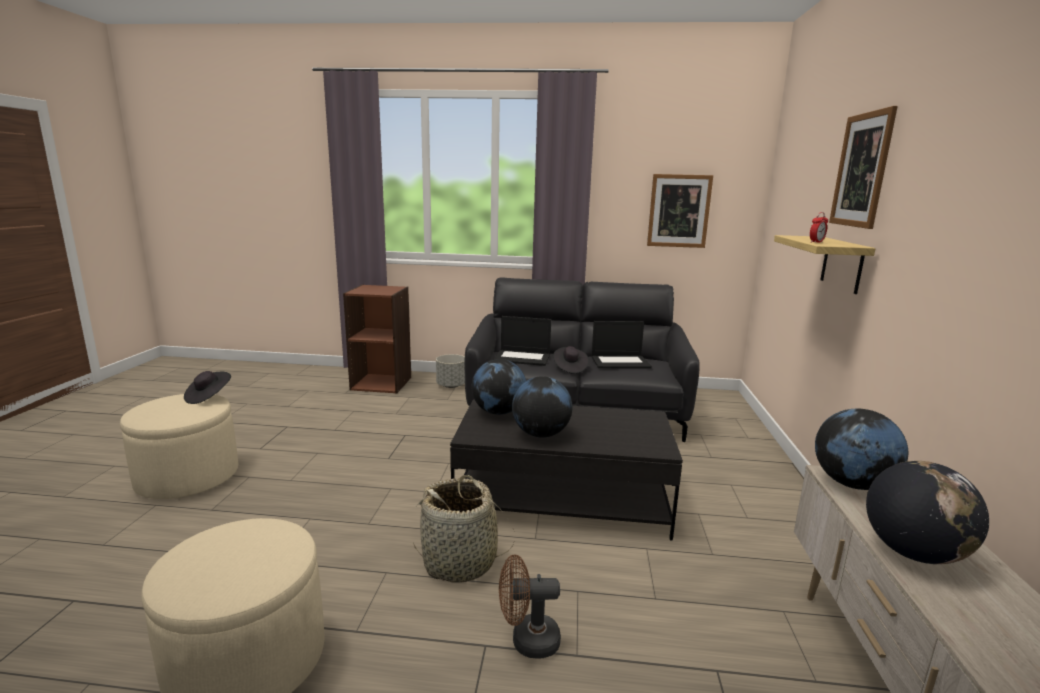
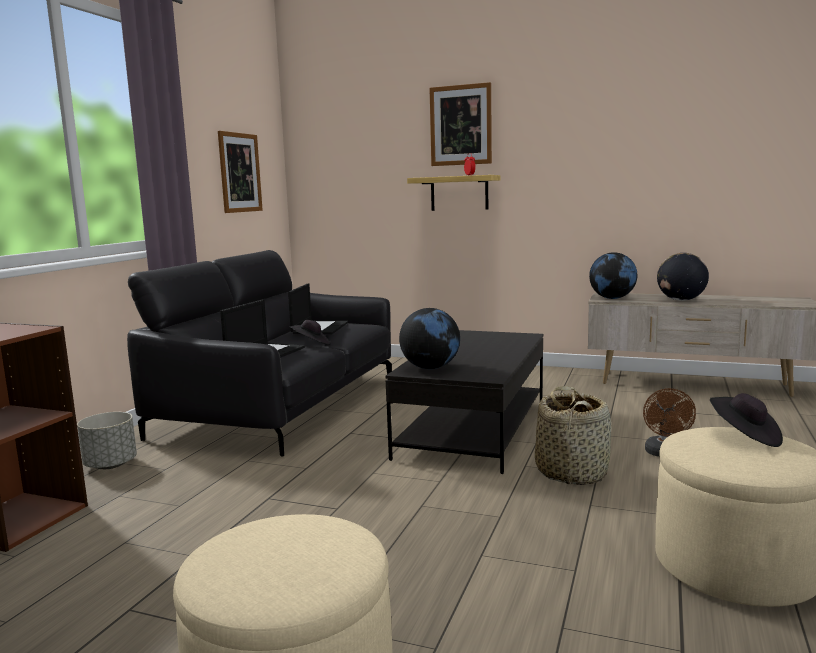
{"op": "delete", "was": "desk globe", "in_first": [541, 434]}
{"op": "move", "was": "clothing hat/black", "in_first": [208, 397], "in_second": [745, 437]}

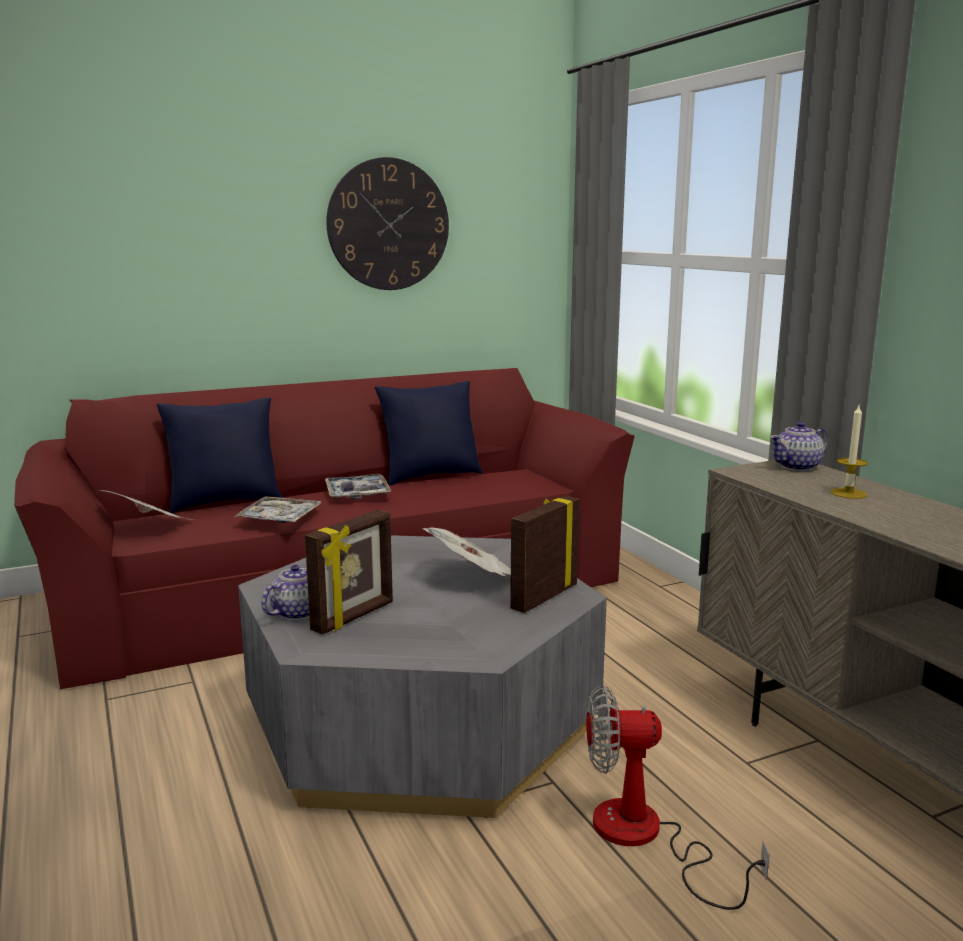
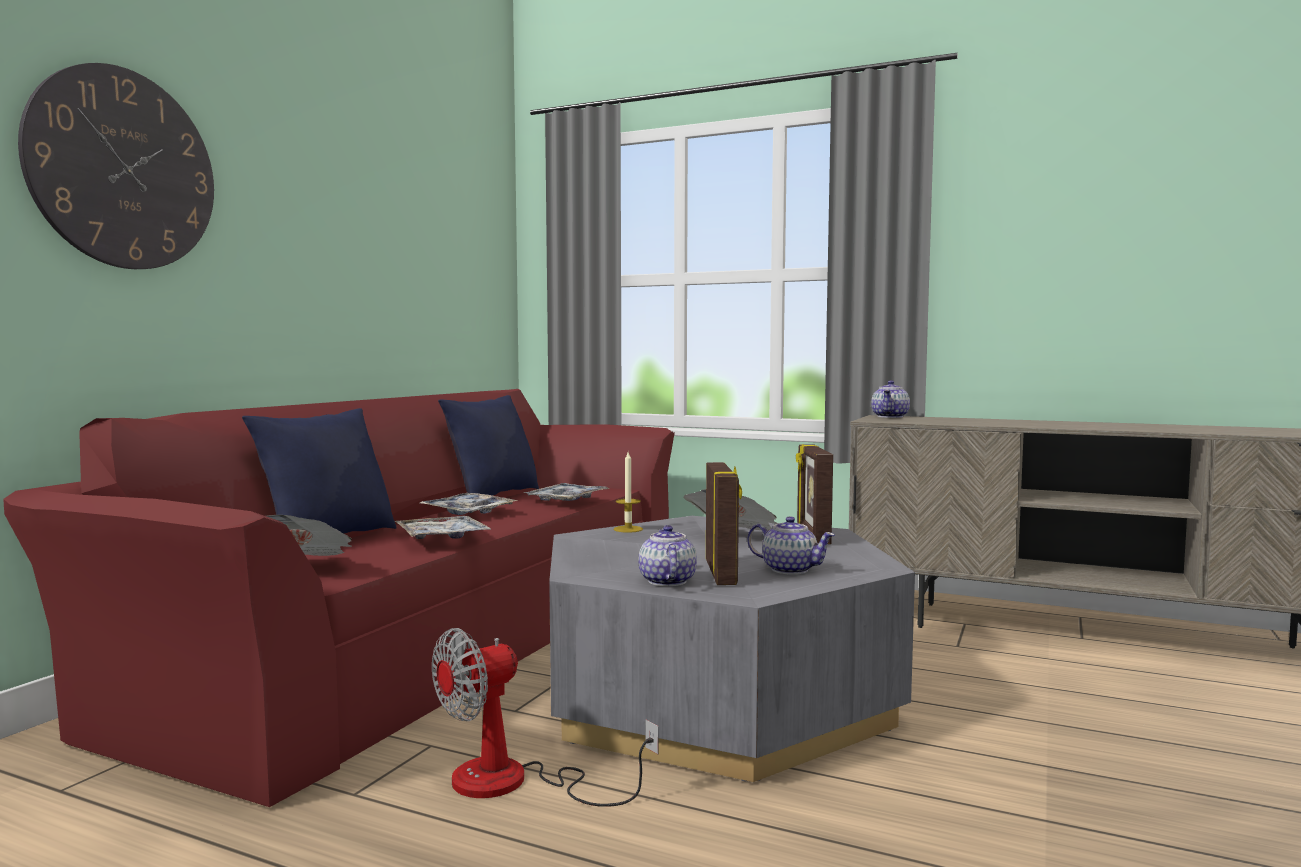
{"op": "insert", "now": "serving tray", "in_second": [566, 499]}
{"op": "insert", "now": "pot for tea", "in_second": [789, 569]}
{"op": "move", "was": "hanging clock", "in_first": [388, 225], "in_second": [123, 169]}
{"op": "move", "was": "cooling fan", "in_first": [645, 838], "in_second": [515, 783]}
{"op": "move", "was": "wax candle", "in_first": [848, 493], "in_second": [628, 529]}

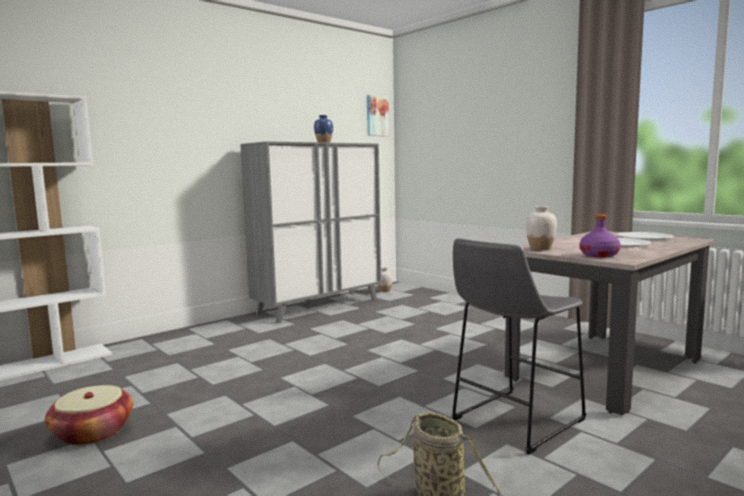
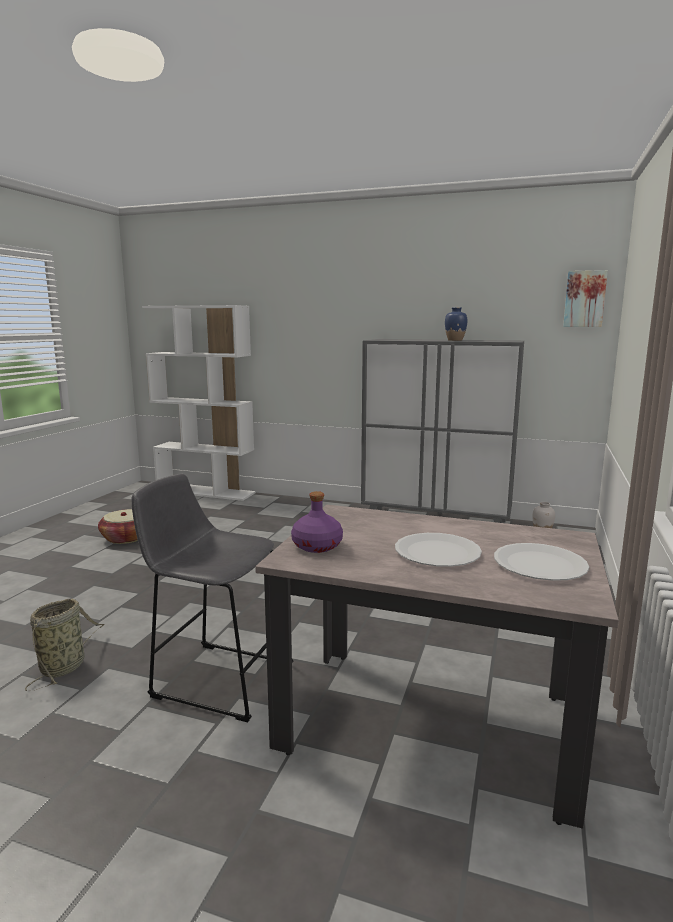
{"op": "delete", "was": "vase/white", "in_first": [540, 248]}

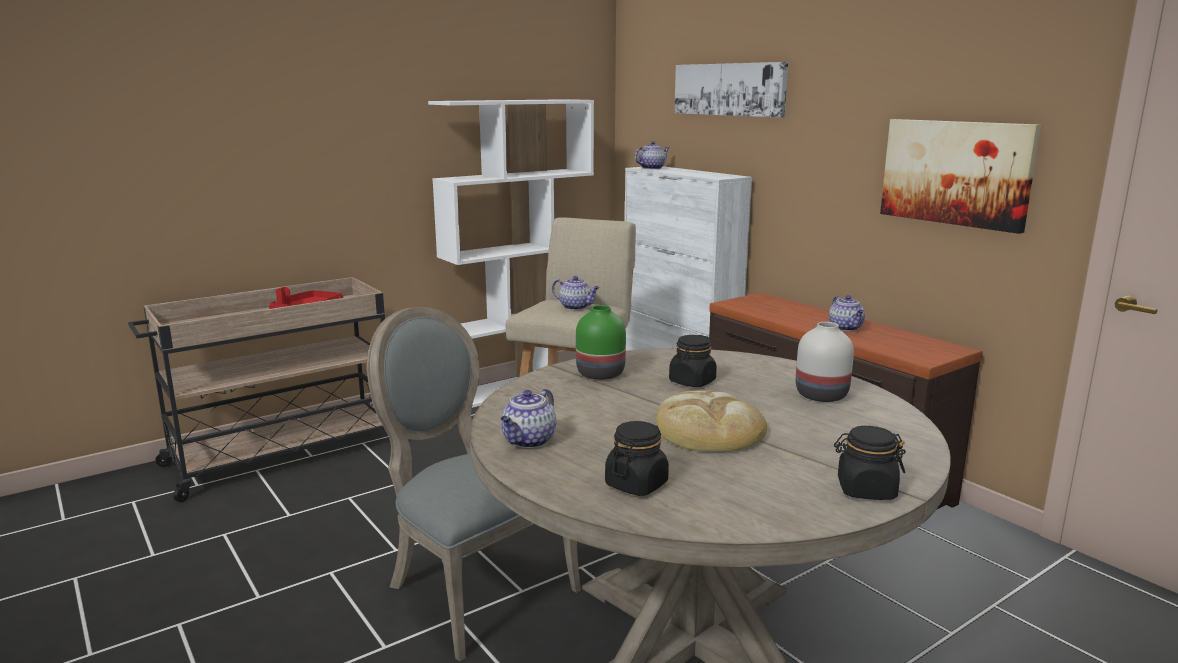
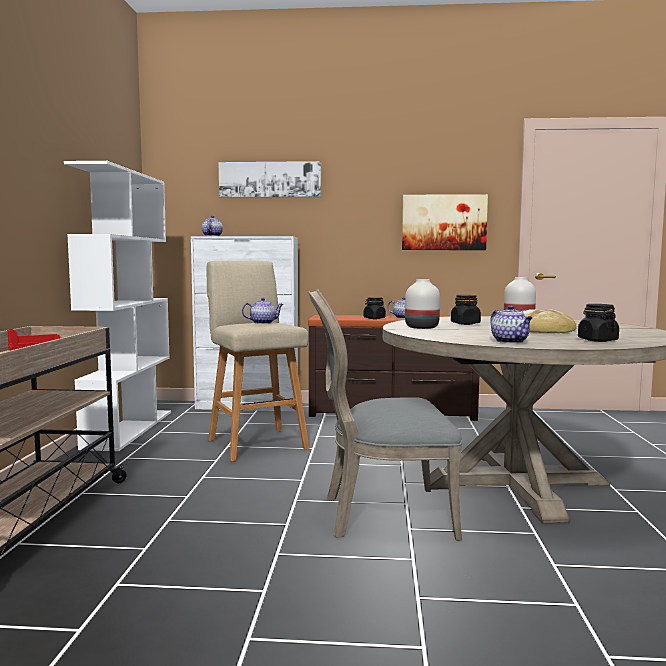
{"op": "move", "was": "jar/black", "in_first": [865, 490], "in_second": [374, 318]}
{"op": "recolor", "was": "vase/green", "now": "vase/white", "in_first": [601, 374], "in_second": [422, 327]}

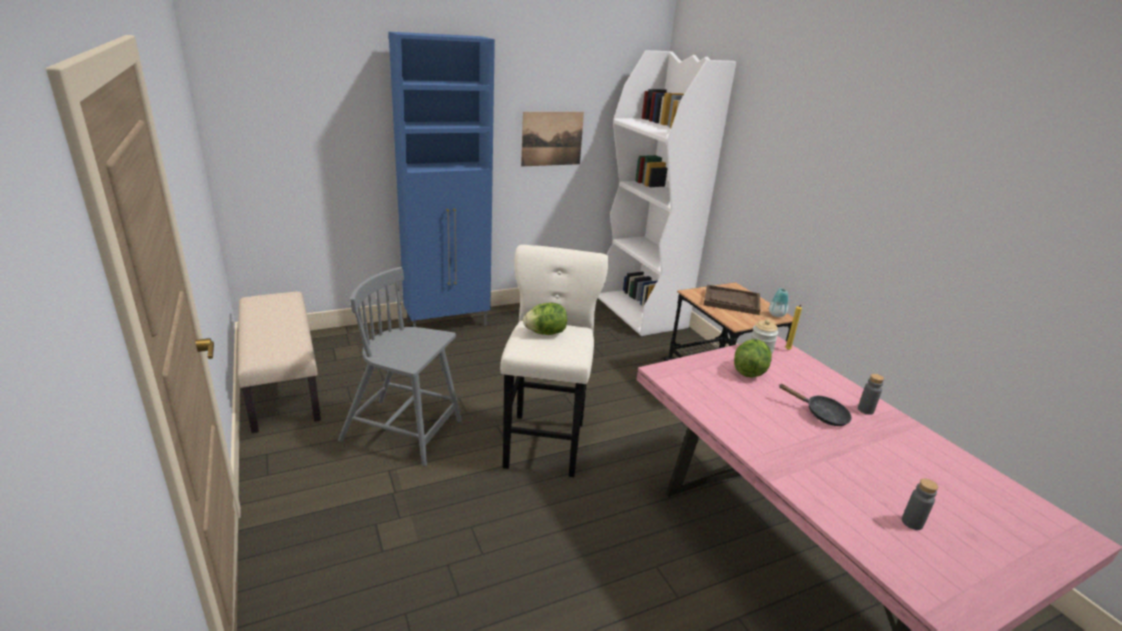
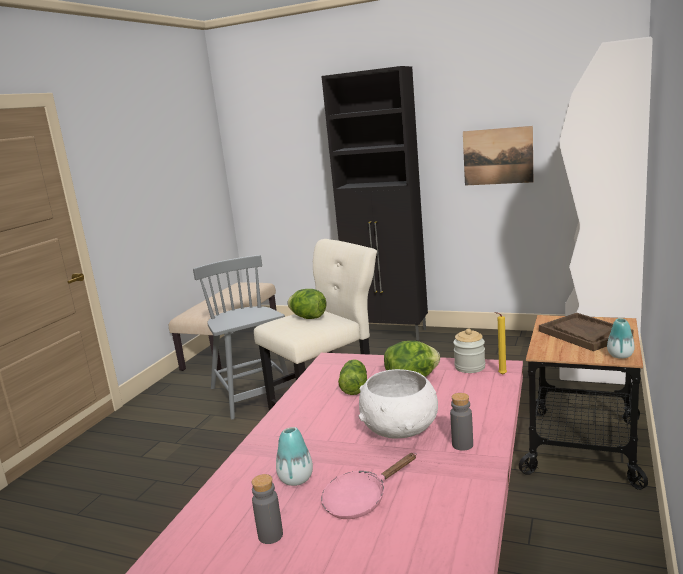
{"op": "insert", "now": "vase", "in_second": [296, 479]}
{"op": "insert", "now": "pan/pink-coloured", "in_second": [360, 500]}
{"op": "insert", "now": "lettuce head", "in_second": [354, 386]}
{"op": "replace", "was": "pan/black", "now": "serving bowl/white", "in_first": [821, 414], "in_second": [400, 431]}
{"op": "recolor", "was": "cabinet/bluish", "now": "cabinet/black", "in_first": [448, 323], "in_second": [389, 333]}

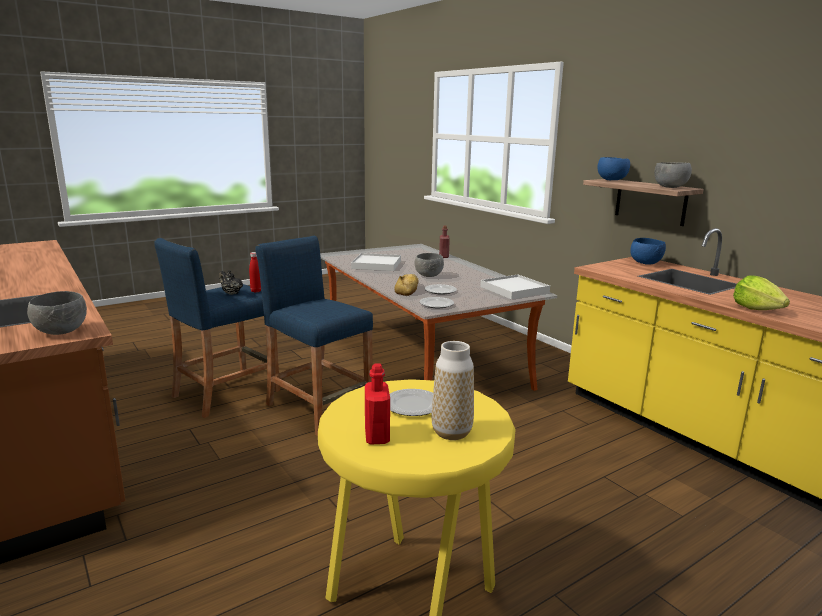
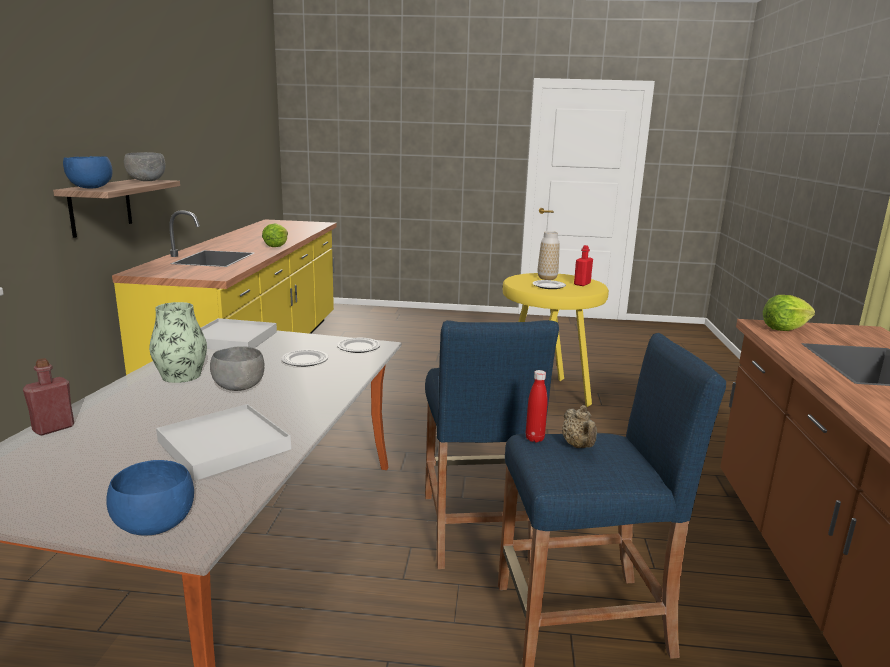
{"op": "delete", "was": "bakery bread", "in_first": [408, 289]}
{"op": "insert", "now": "vase", "in_second": [181, 376]}
{"op": "move", "was": "serving bowl/bluish", "in_first": [646, 263], "in_second": [154, 525]}
{"op": "replace", "was": "serving bowl/greyish", "now": "lettuce head", "in_first": [62, 332], "in_second": [784, 328]}
{"op": "recolor", "was": "pot for tea/black", "now": "pot for tea/beige-coloured", "in_first": [231, 293], "in_second": [579, 446]}

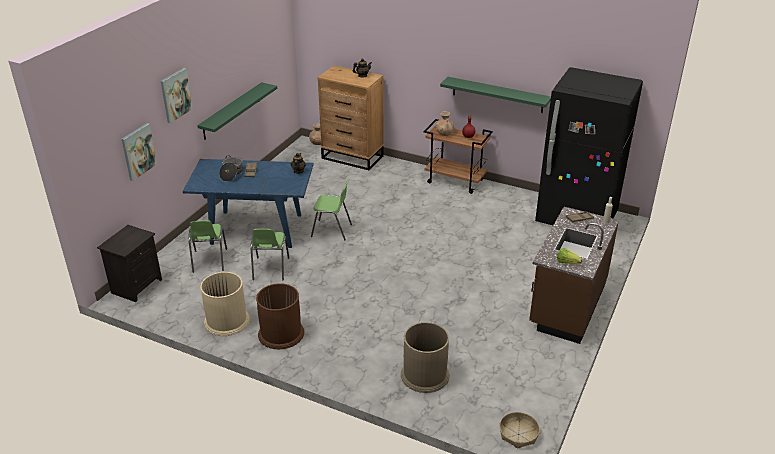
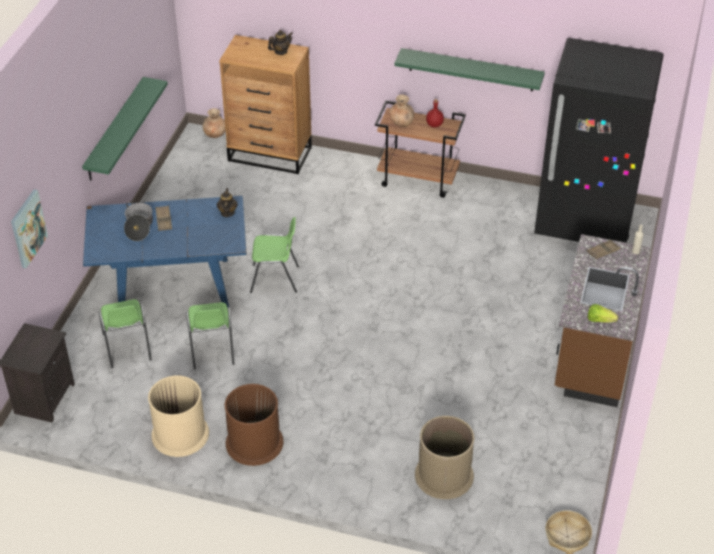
{"op": "delete", "was": "picture", "in_first": [175, 95]}

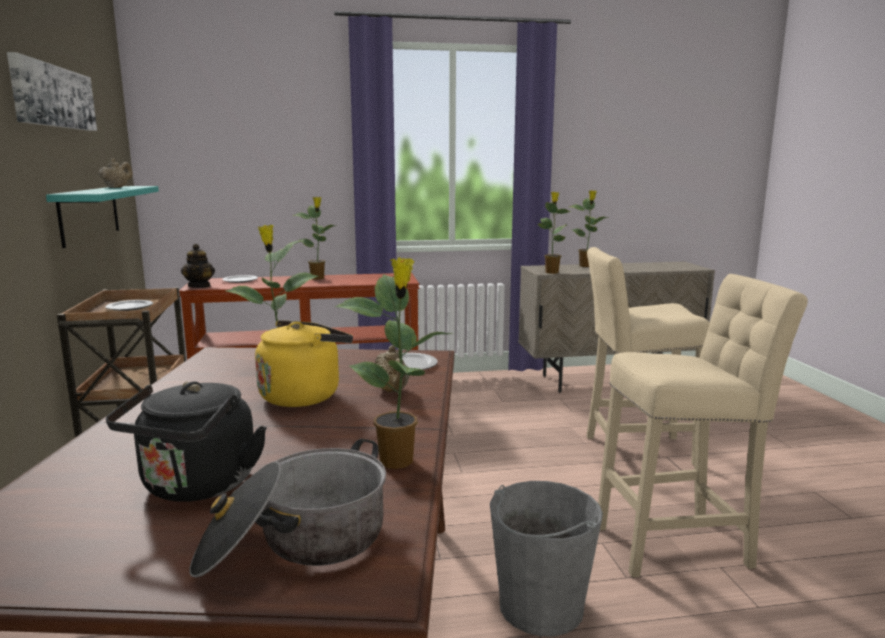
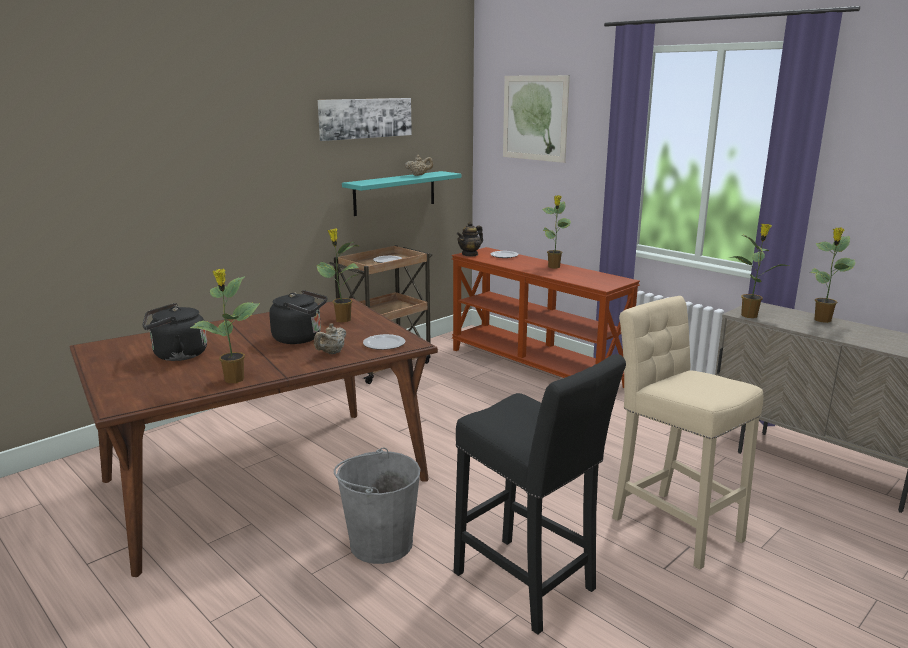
{"op": "delete", "was": "cooking pot", "in_first": [295, 543]}
{"op": "insert", "now": "picture", "in_second": [535, 118]}
{"op": "recolor", "was": "water kettle/yellowish", "now": "water kettle/black", "in_first": [304, 395], "in_second": [300, 338]}
{"op": "recolor", "was": "sitting stool/beige-coloured", "now": "sitting stool/black", "in_first": [679, 544], "in_second": [528, 586]}

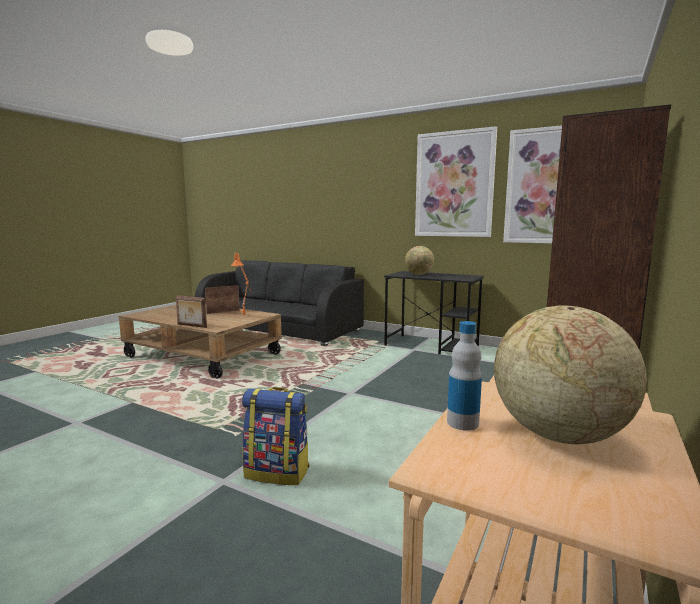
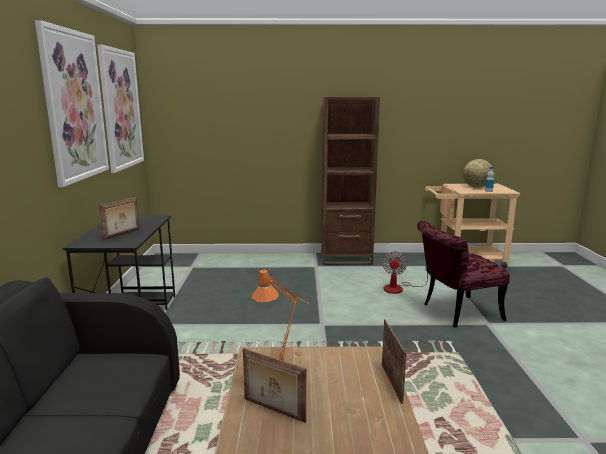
{"op": "insert", "now": "cooling fan", "in_second": [399, 288]}
{"op": "replace", "was": "knapsack", "now": "plain chair/red-coloured", "in_first": [278, 472], "in_second": [455, 313]}
{"op": "replace", "was": "desk globe", "now": "standing frame", "in_first": [419, 275], "in_second": [122, 234]}

